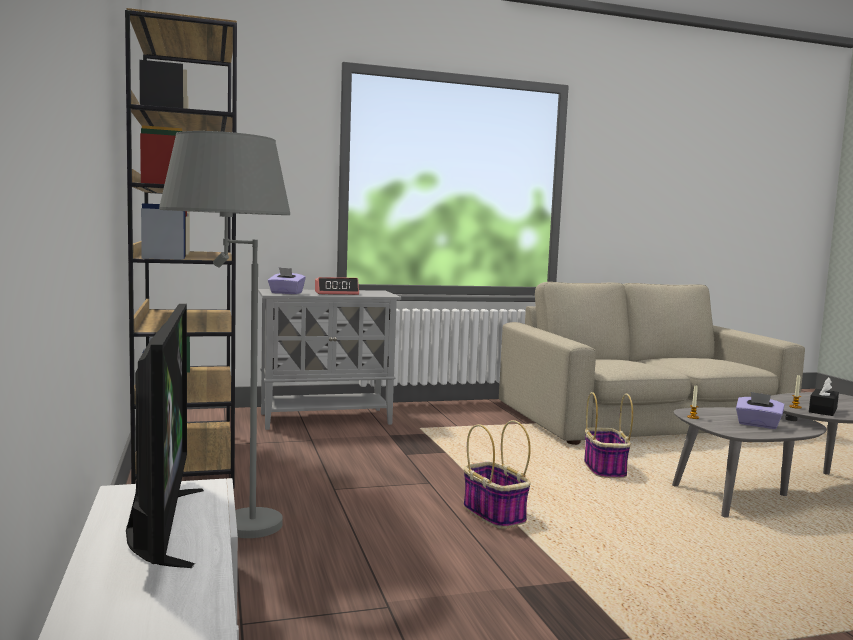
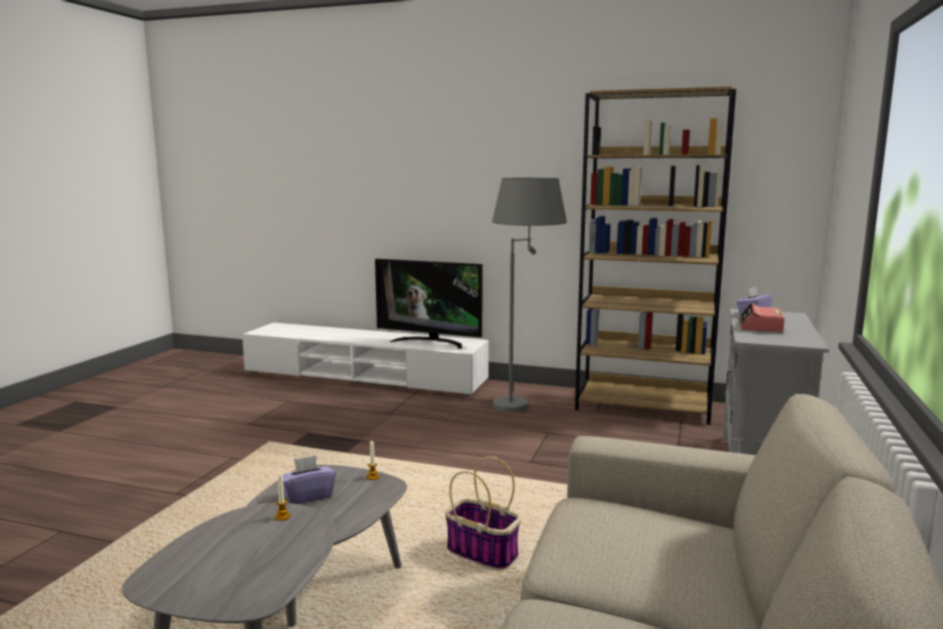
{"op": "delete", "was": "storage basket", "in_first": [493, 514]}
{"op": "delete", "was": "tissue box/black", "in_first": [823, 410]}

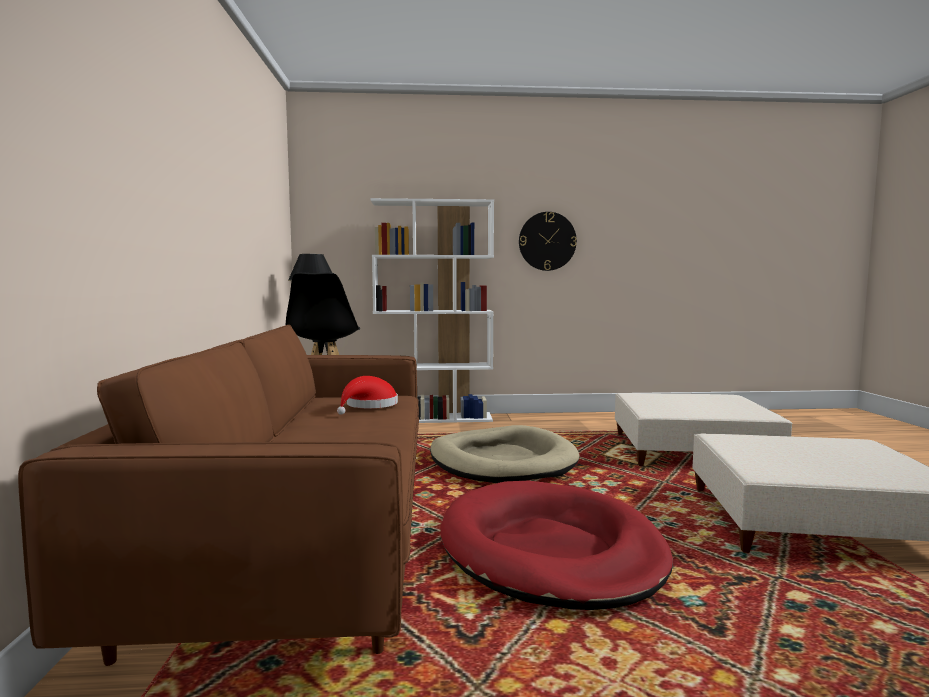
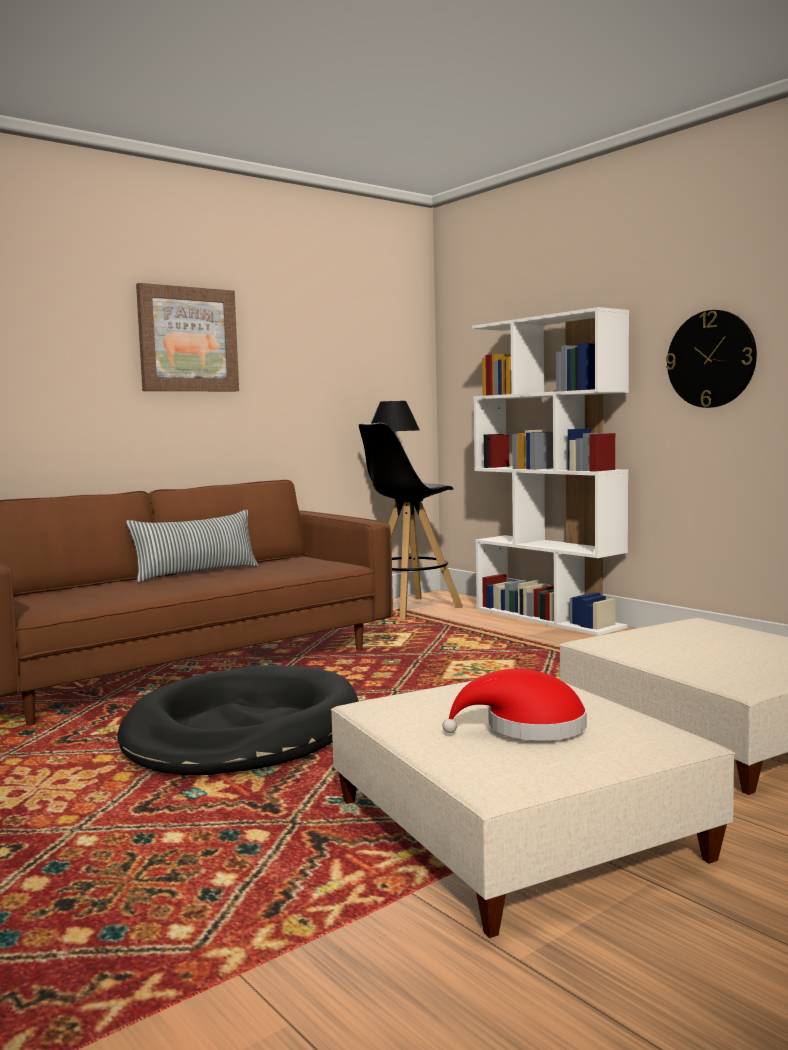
{"op": "delete", "was": "pet bed/beige-coloured", "in_first": [502, 461]}
{"op": "insert", "now": "pillow", "in_second": [196, 573]}
{"op": "insert", "now": "picture", "in_second": [188, 339]}
{"op": "move", "was": "clothing hat/red-coloured", "in_first": [369, 406], "in_second": [527, 728]}
{"op": "recolor", "was": "pet bed/red-coloured", "now": "pet bed/black", "in_first": [550, 550], "in_second": [242, 731]}

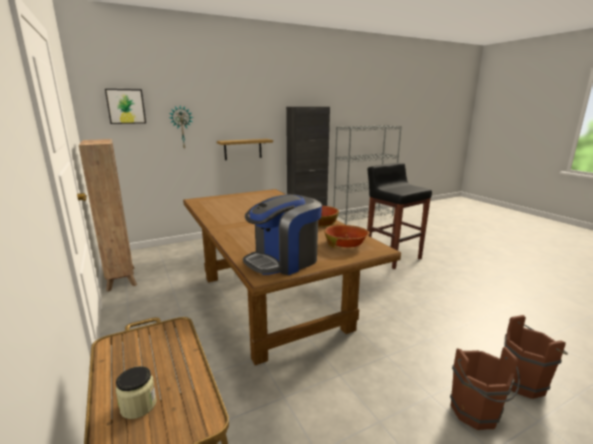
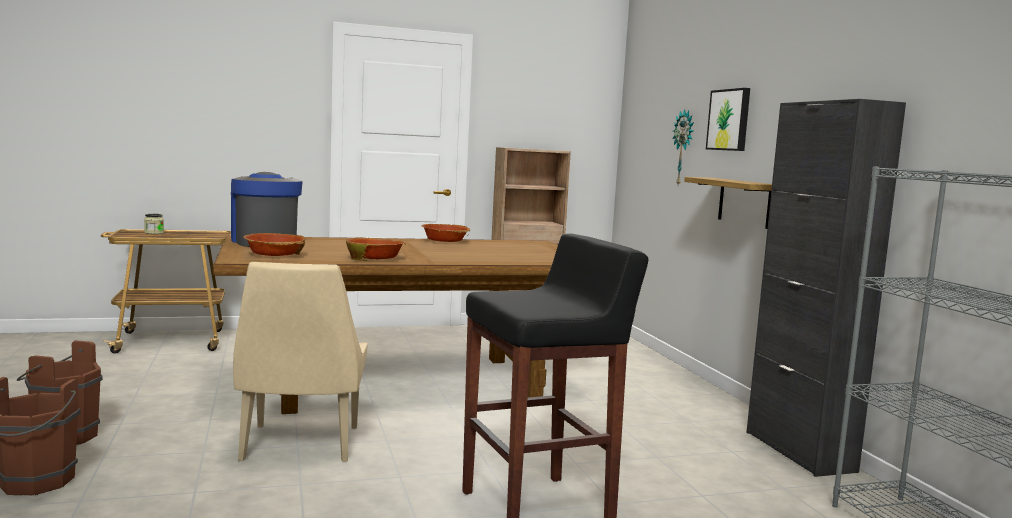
{"op": "insert", "now": "plain chair/beige-coloured", "in_second": [299, 445]}
{"op": "insert", "now": "serving bowl", "in_second": [445, 242]}
{"op": "move", "was": "picture", "in_first": [126, 106], "in_second": [729, 120]}

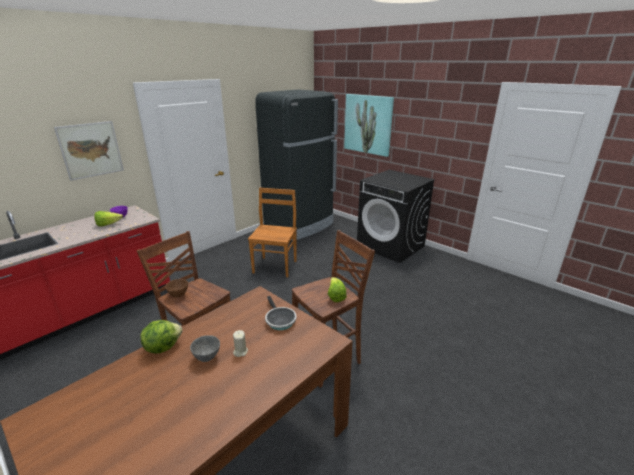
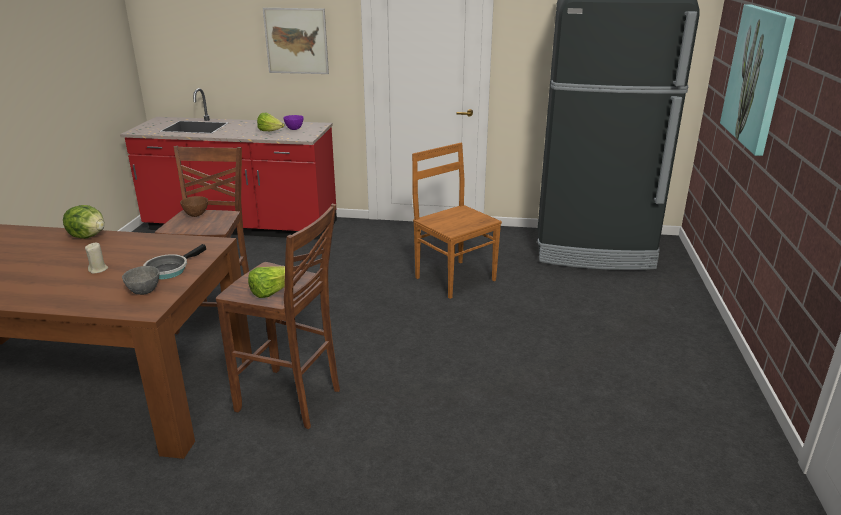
{"op": "delete", "was": "laundry appliance/black", "in_first": [391, 246]}
{"op": "move", "was": "serving bowl/greyish", "in_first": [207, 357], "in_second": [145, 292]}
{"op": "rotate", "was": "plain chair/brown-coloured", "in_first": [275, 266], "in_second": [454, 278], "clockwise": -105}

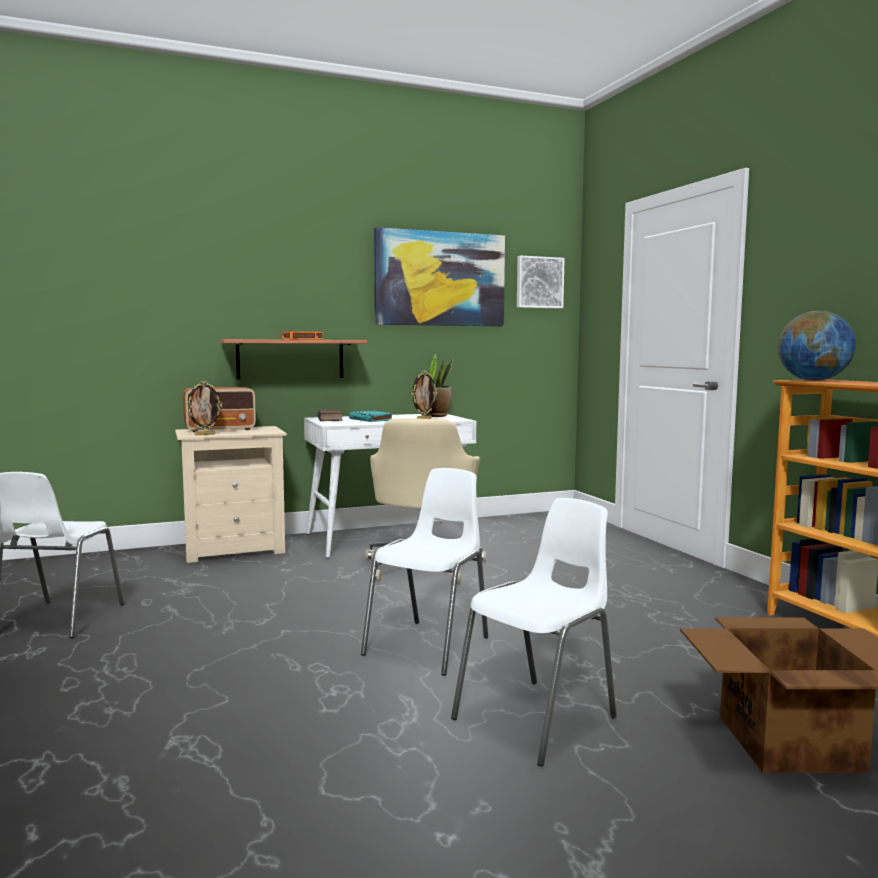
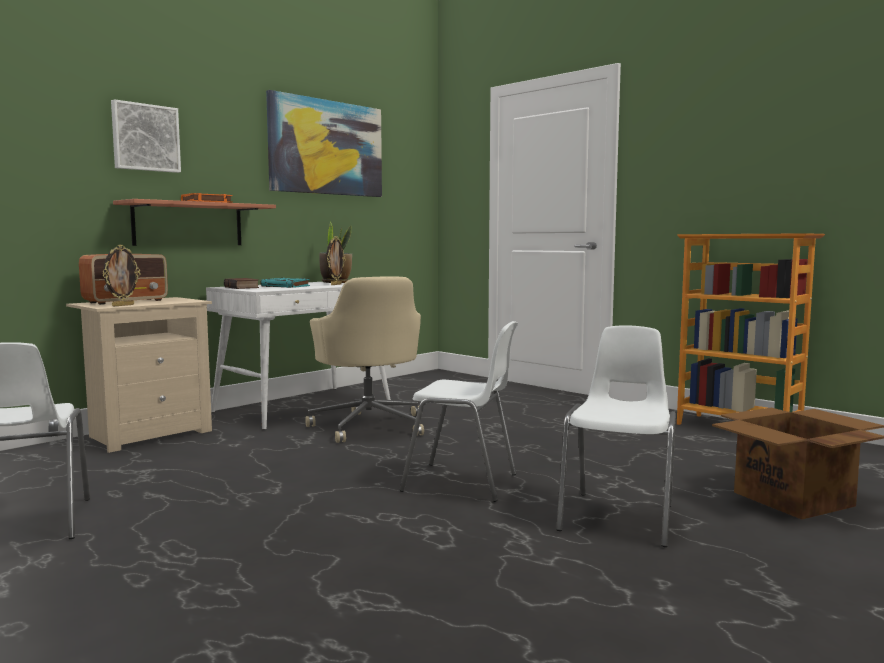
{"op": "delete", "was": "desk globe", "in_first": [813, 380]}
{"op": "move", "was": "picture", "in_first": [539, 282], "in_second": [145, 137]}
{"op": "rotate", "was": "plain chair/white", "in_first": [430, 645], "in_second": [463, 483], "clockwise": 105}

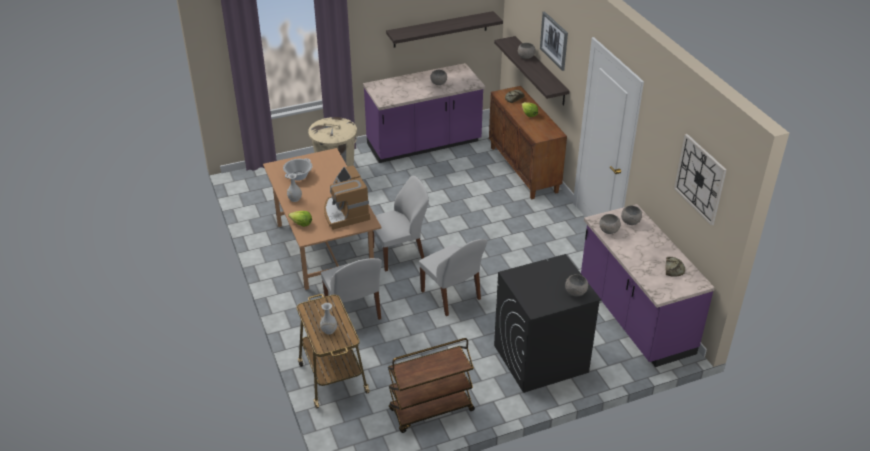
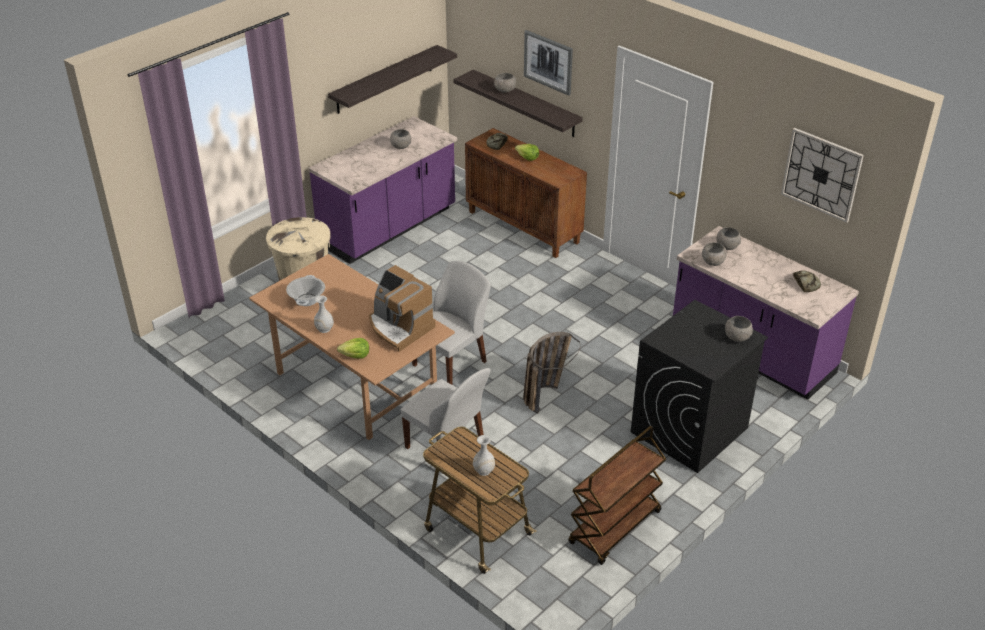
{"op": "replace", "was": "plain chair/white", "now": "storage basket", "in_first": [451, 296], "in_second": [545, 393]}

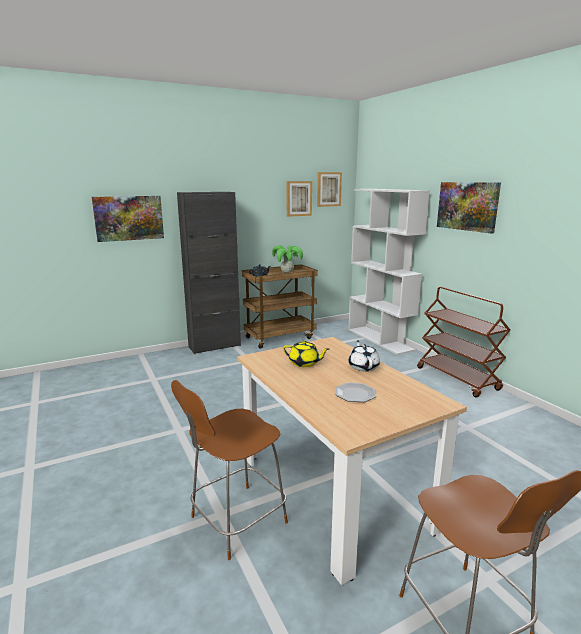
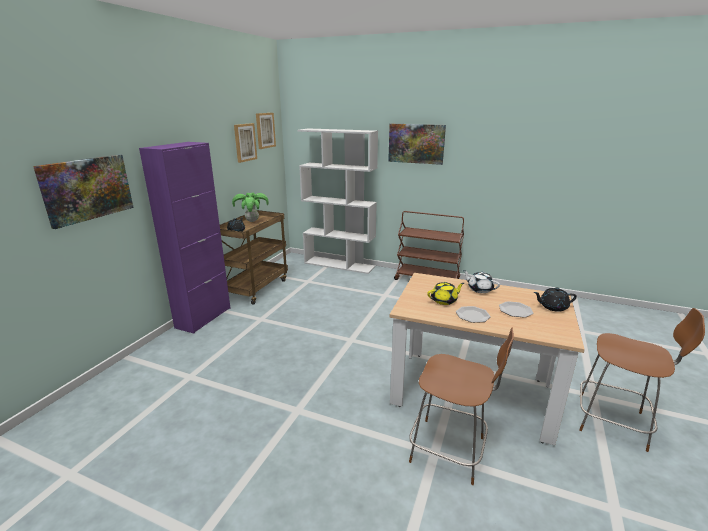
{"op": "insert", "now": "dinner plate", "in_second": [472, 315]}
{"op": "insert", "now": "pot for tea/black", "in_second": [552, 307]}
{"op": "recolor", "was": "cabinet/black", "now": "cabinet/purple-coloured", "in_first": [214, 346], "in_second": [203, 317]}
{"op": "rotate", "was": "plain chair/brown-coloured", "in_first": [235, 521], "in_second": [450, 451], "clockwise": -75}

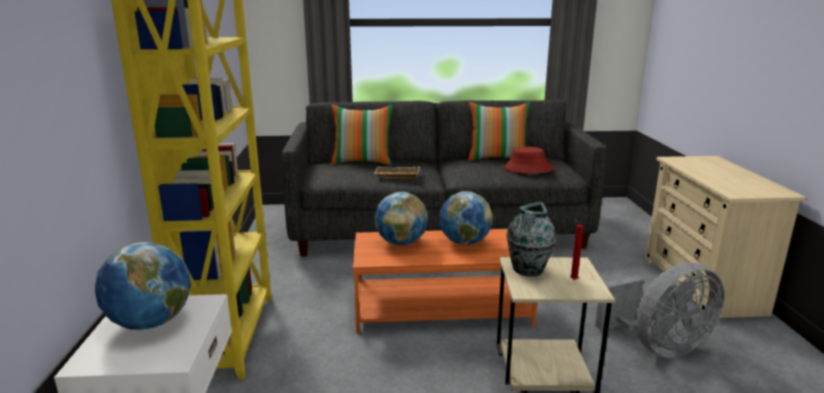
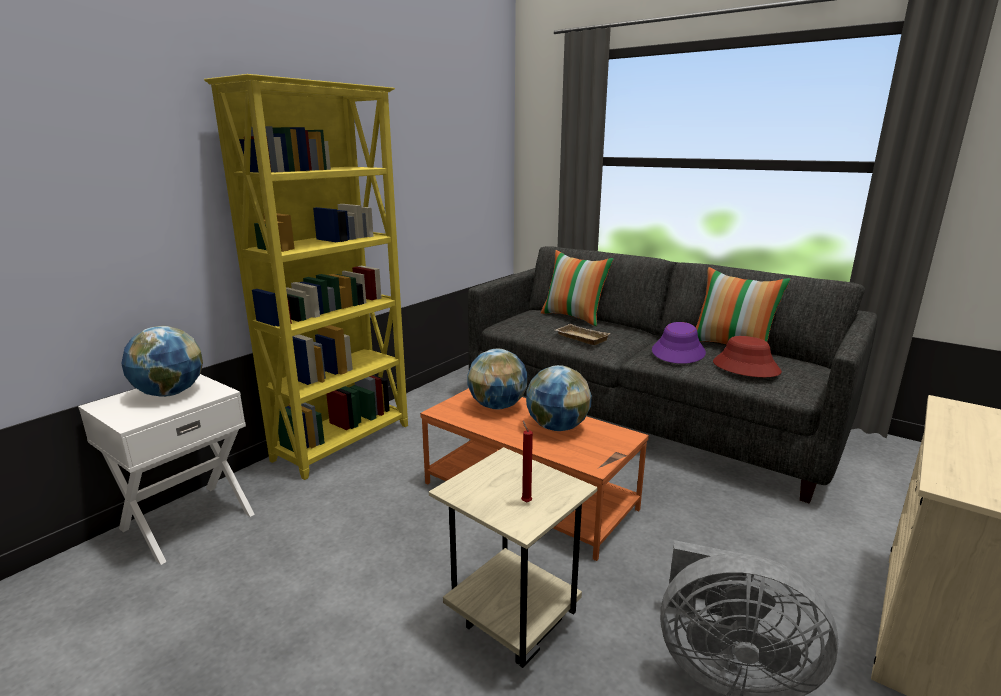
{"op": "delete", "was": "vase", "in_first": [528, 270]}
{"op": "insert", "now": "clothing hat/purple-coloured", "in_second": [678, 352]}

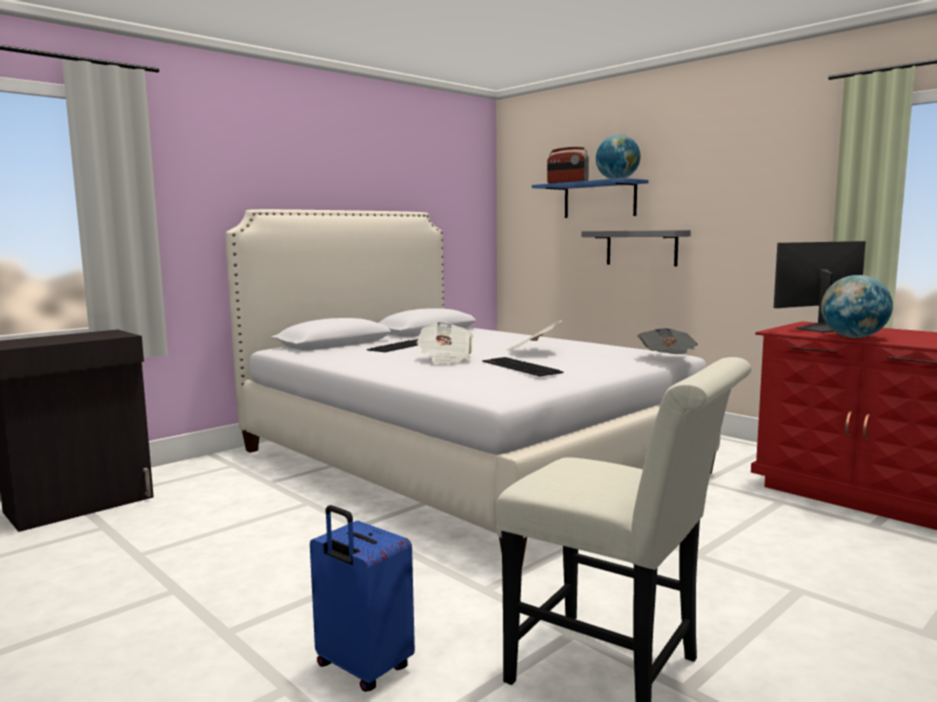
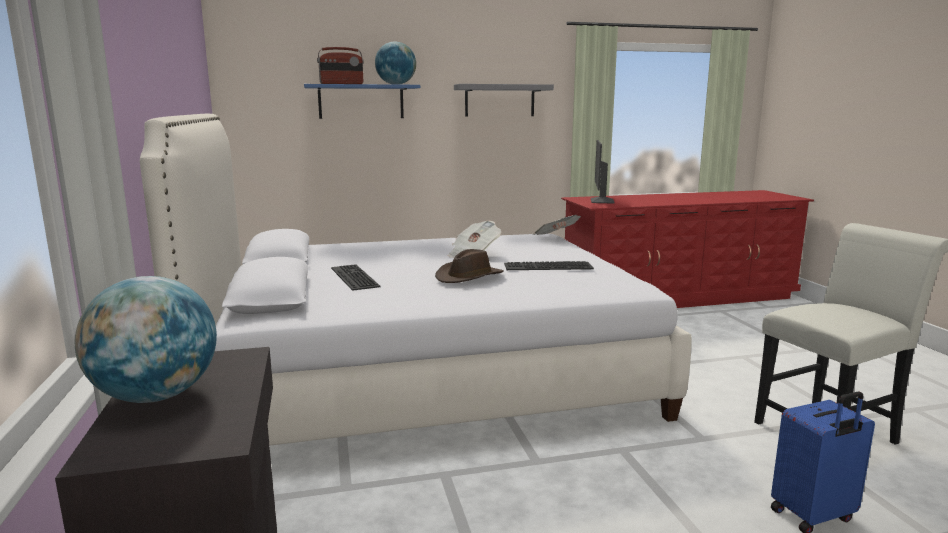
{"op": "move", "was": "bracket shelf/greyish", "in_first": [641, 248], "in_second": [499, 100]}
{"op": "move", "was": "desk globe", "in_first": [853, 337], "in_second": [156, 396]}
{"op": "replace", "was": "newspaper", "now": "clothing hat/brown-coloured", "in_first": [445, 359], "in_second": [469, 276]}

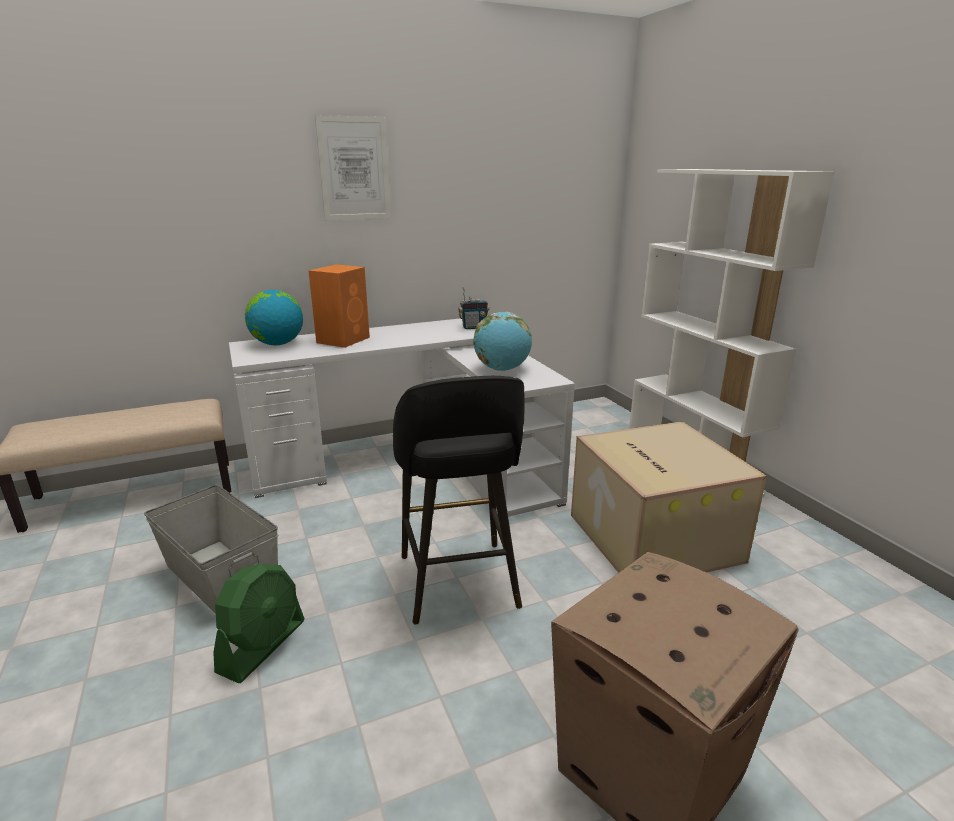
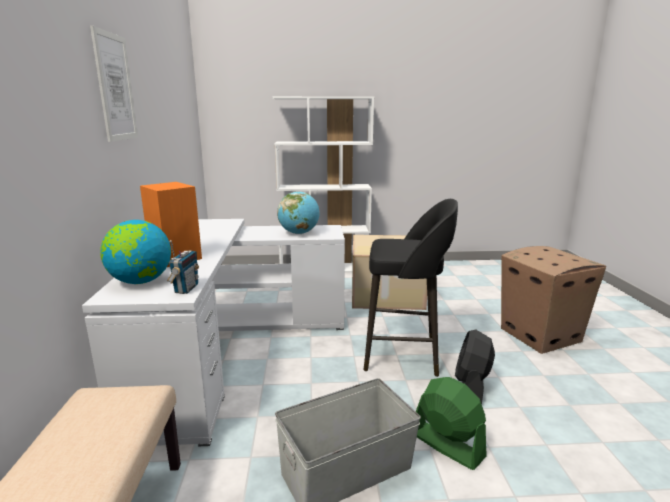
{"op": "insert", "now": "cooling fan/black", "in_second": [471, 387]}
{"op": "move", "was": "radio receiver", "in_first": [473, 327], "in_second": [186, 288]}

